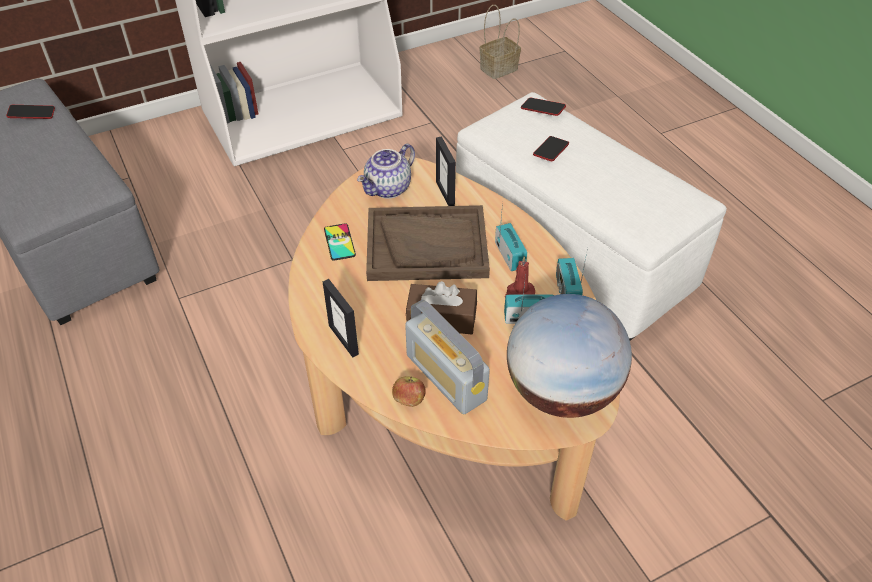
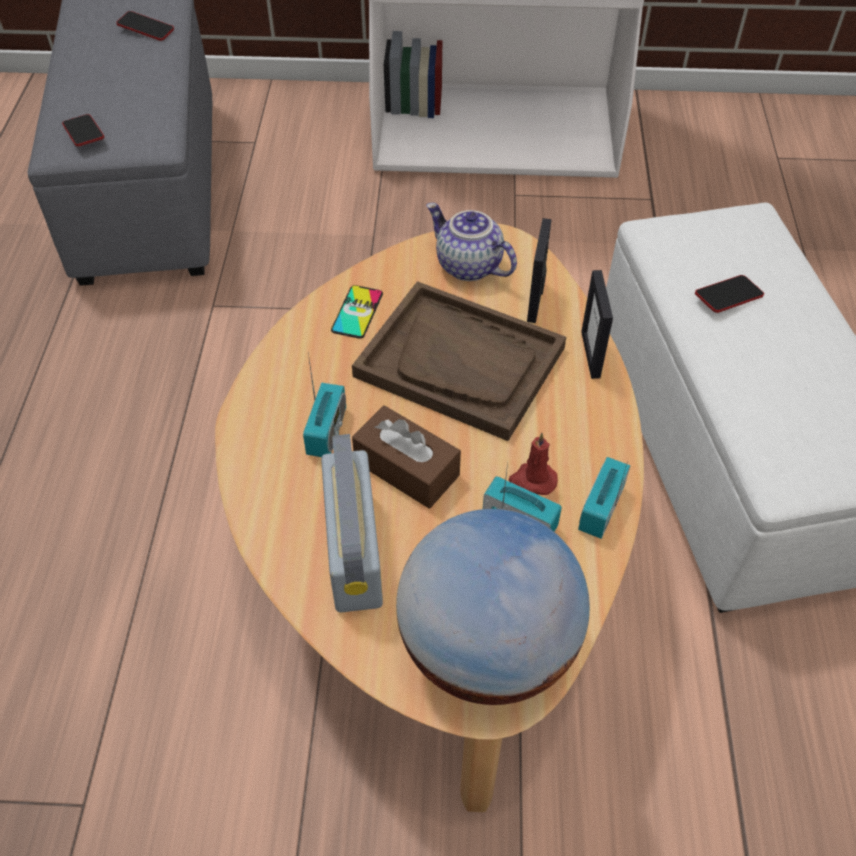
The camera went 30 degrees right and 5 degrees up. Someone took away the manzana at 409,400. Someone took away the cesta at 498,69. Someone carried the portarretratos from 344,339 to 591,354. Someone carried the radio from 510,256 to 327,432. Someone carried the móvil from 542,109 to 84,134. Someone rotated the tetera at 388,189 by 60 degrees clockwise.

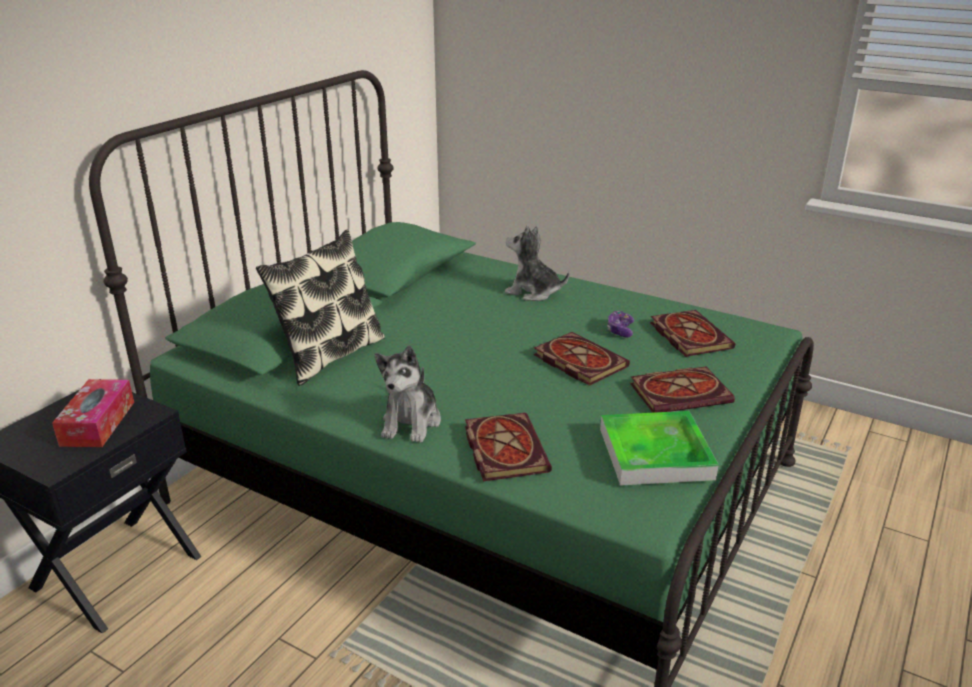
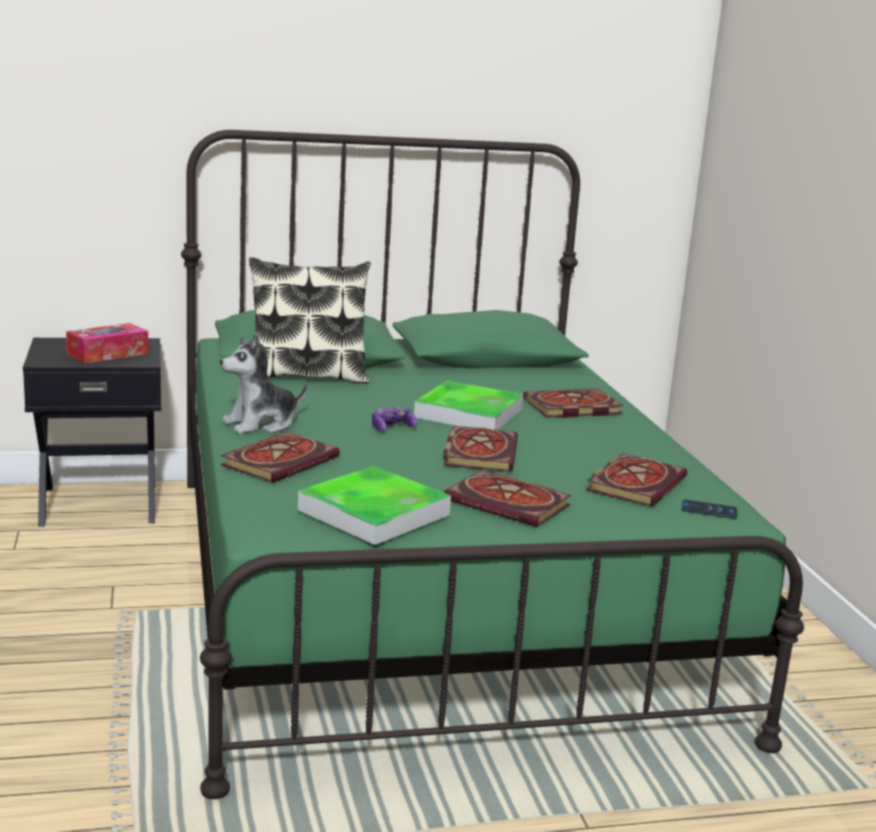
The camera went 45 degrees right and 10 degrees down. Someone put down the bandeja at 468,413. Someone put down the móvil at 709,510. Someone carried the mando de consola from 620,330 to 392,427. Someone swapped the peluche at 533,292 for the libro at 571,408.

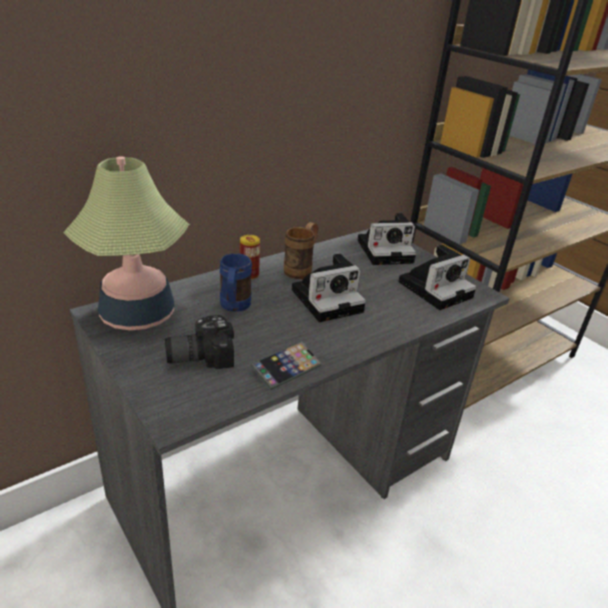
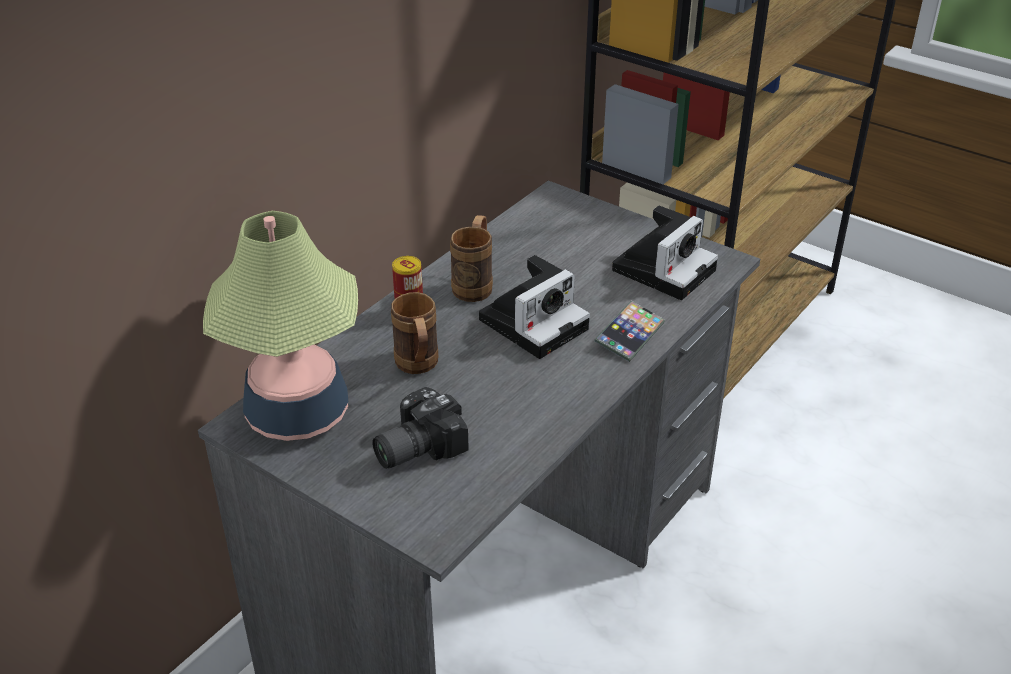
The camera went 15 degrees left and 5 degrees up. Someone took away the cámara at 386,251. Someone carried the móvil from 286,369 to 629,335. Someone repainted the taza grande/azul at 234,308, which became the taza grande/marrón at 418,368.

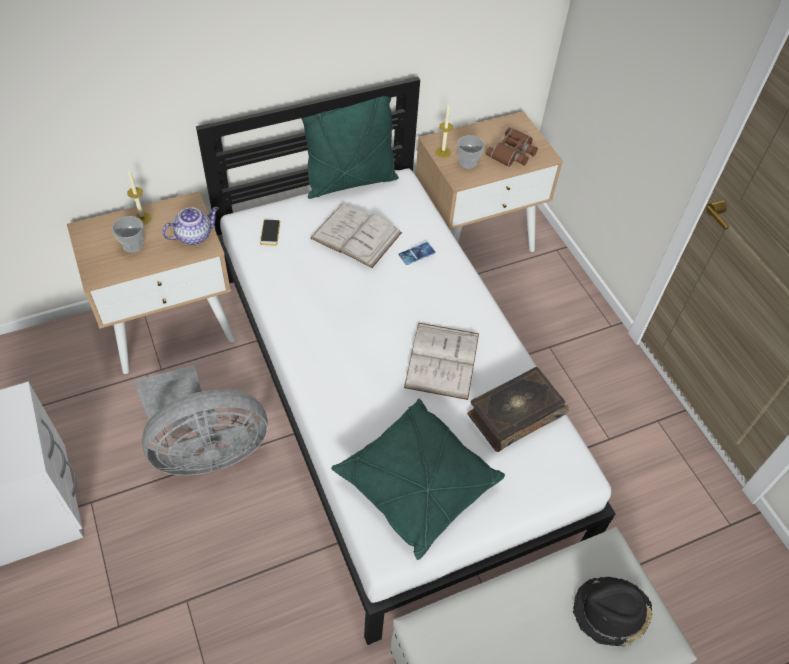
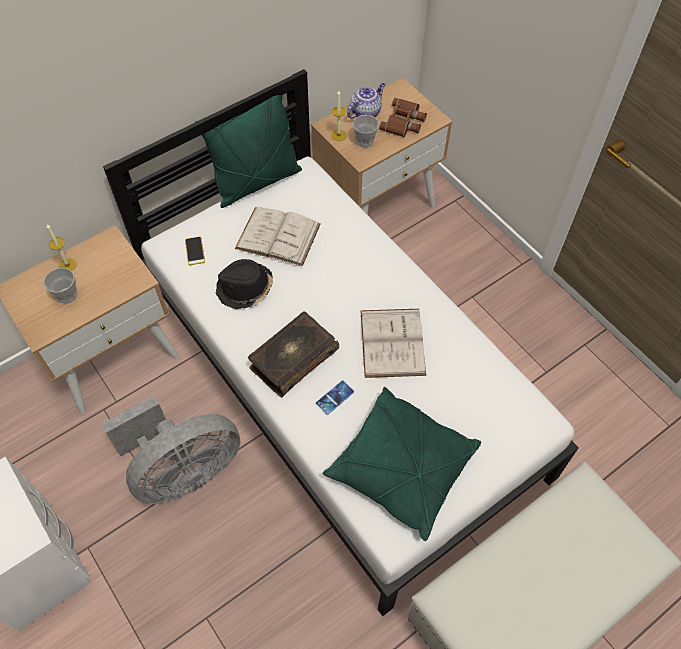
The camera went 10 degrees left and 5 degrees up. Someone carried the tetera from 194,235 to 365,112. Someone carried the móvil from 416,253 to 335,397. Someone carried the libro from 514,415 to 293,359. Someone carried the sombrero/negro from 610,614 to 245,289.

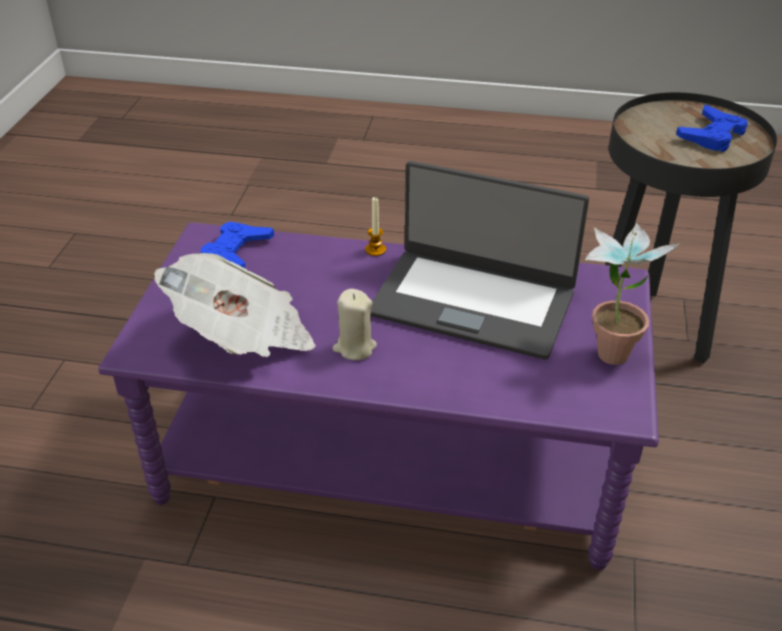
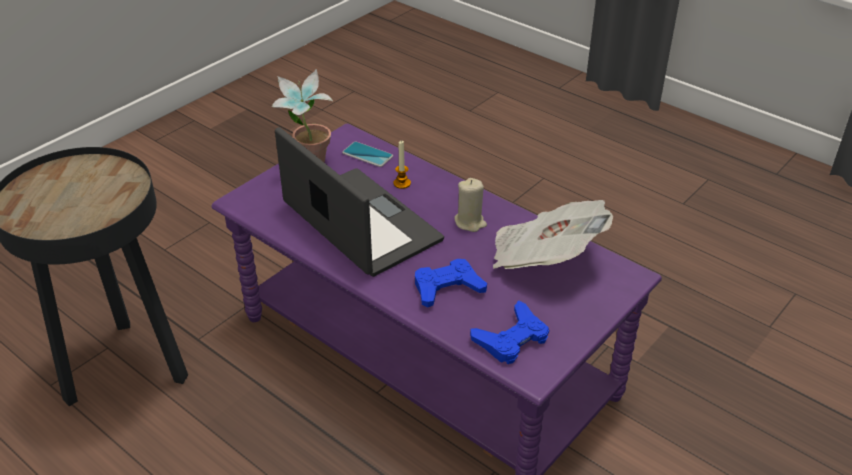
The camera went 150 degrees left and 0 degrees up. Someone put down the móvil at 367,155. Someone carried the vela from 375,250 to 402,183. Someone carried the mando de consola/azul from 712,135 to 447,288.

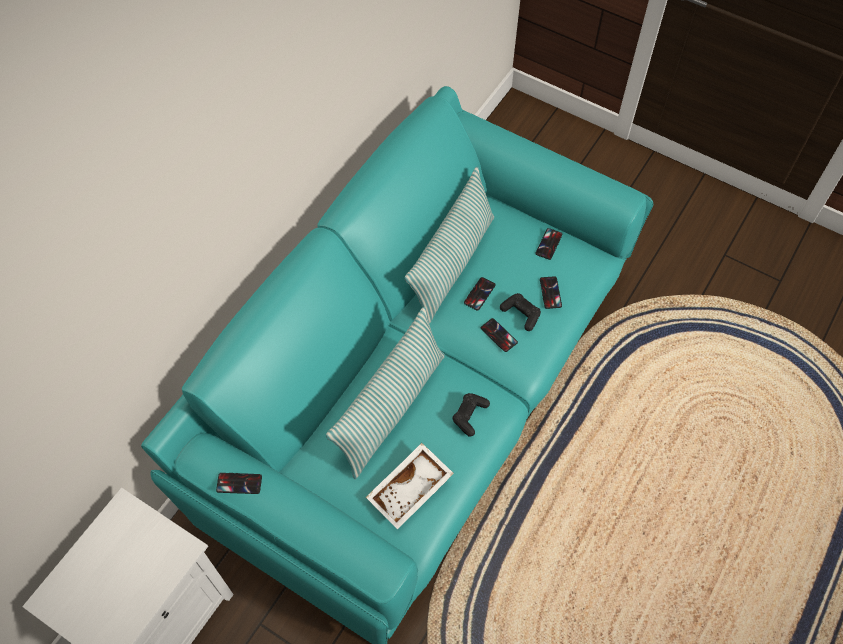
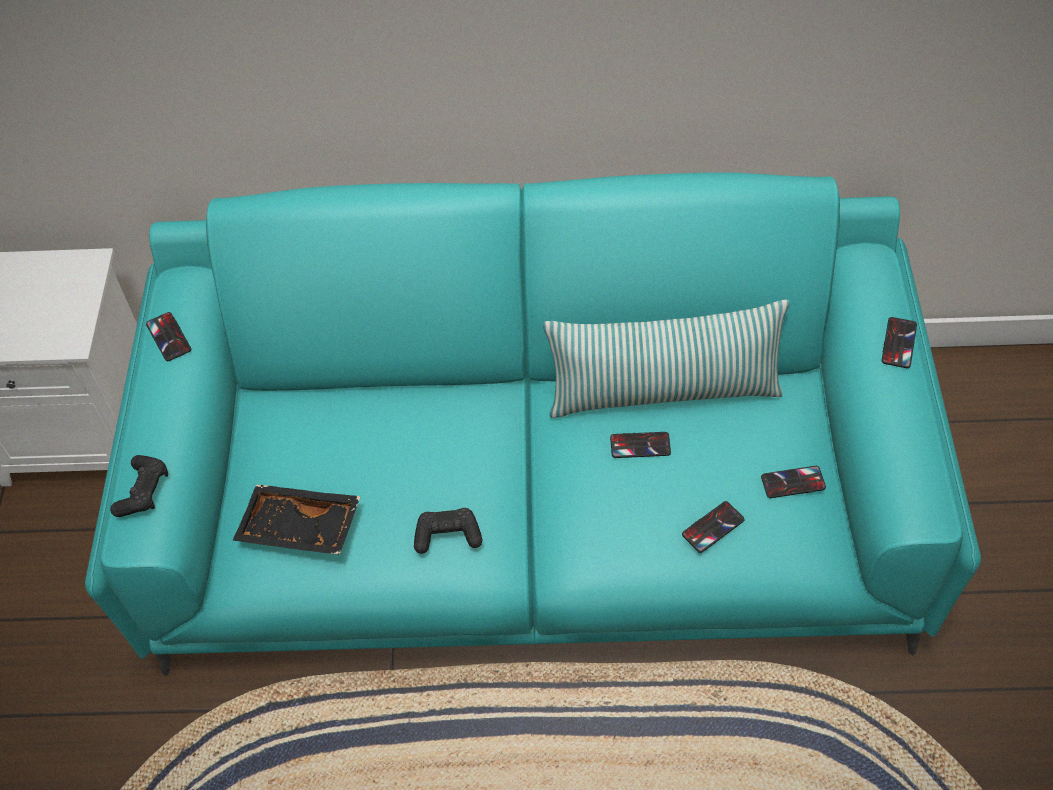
The camera went 60 degrees right and 5 degrees down. Someone took away the cojín at 391,409. Someone carried the móvil from 498,335 to 898,343. Someone carried the mando de consola/negro from 521,314 to 143,491. Someone repainted the bandeja/blanco at 411,490, which became the bandeja/negro at 299,529.

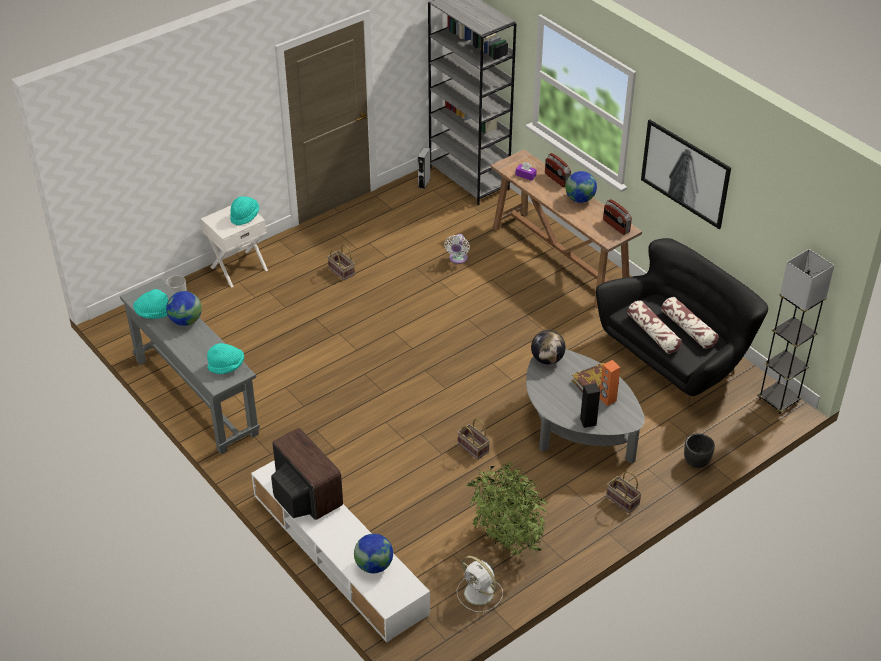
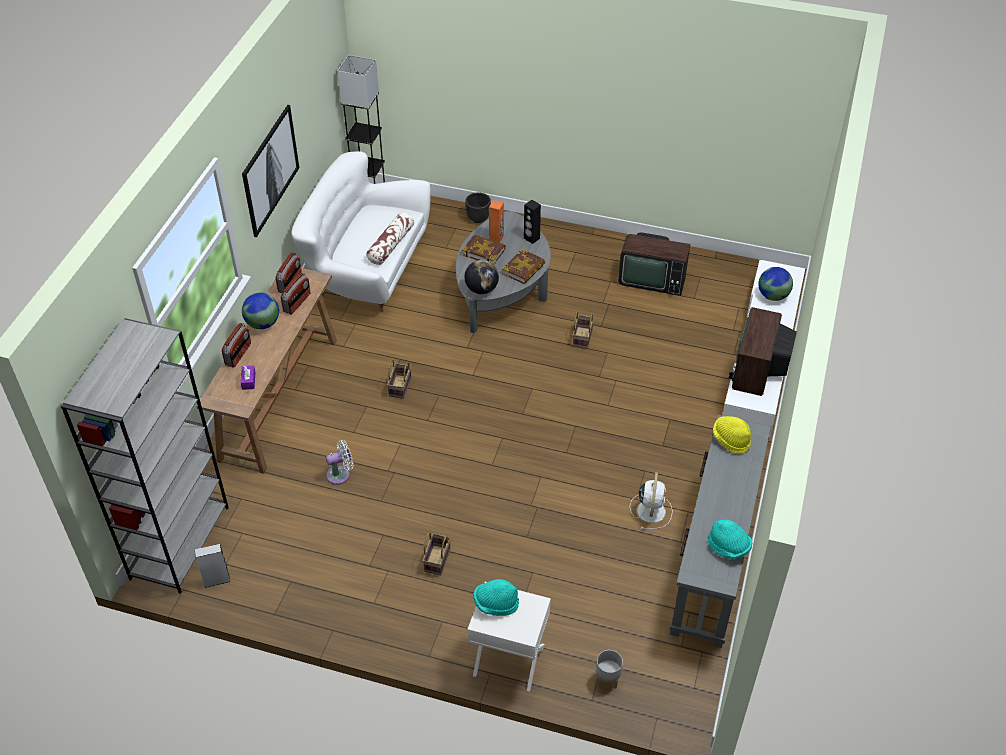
The camera went 125 degrees left and 5 degrees up. Someone took away the globo terráqueo at 186,321. Someone took away the cojín at 688,329. Someone put down the radio at 297,303. Someone put down the libro at 524,269. Someone carried the ventilador/blanco from 480,594 to 651,510. Someone carried the cesta from 621,500 to 400,387. Someone swapped the planta en maceta at 506,540 for the televisor at 651,278. Someone repainted the sombrero/turquesa at 226,366, which became the sombrero/amarillo at 731,440. Someone repainted the sofá/negro at 675,358, which became the sofá/blanco at 366,270.

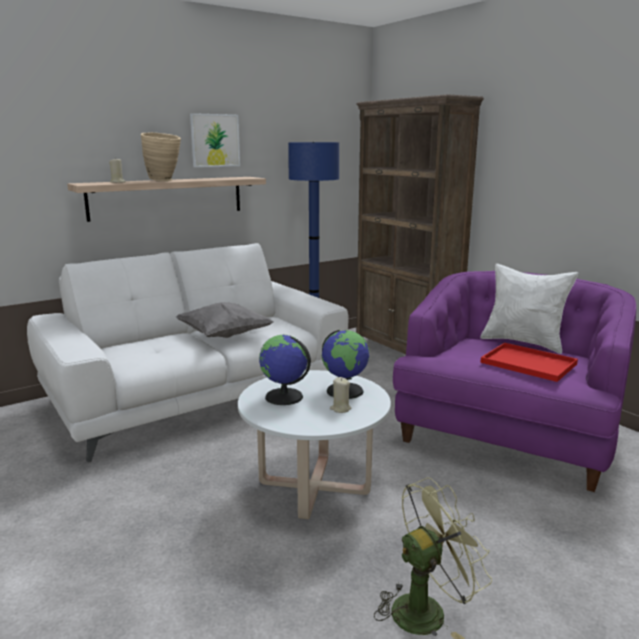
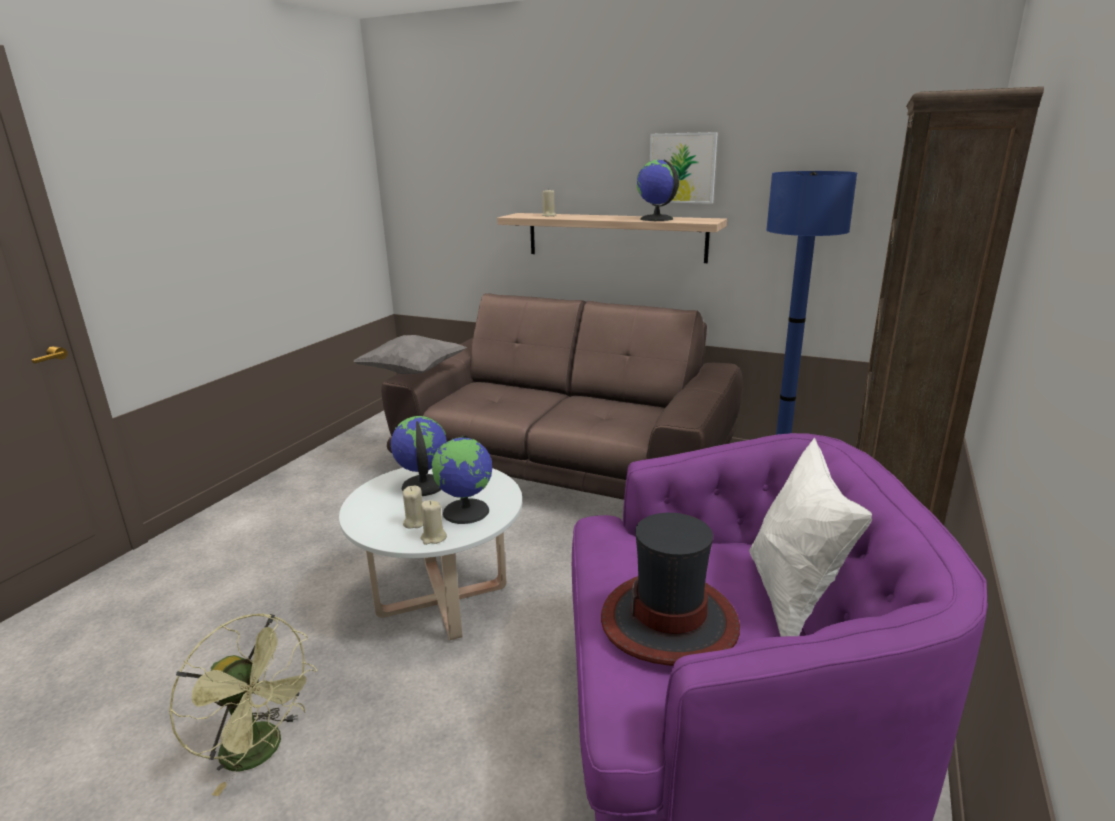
The camera went 60 degrees right and 5 degrees up. Someone took away the florero/beis at 164,181. Someone put down the vela/beis at 433,538. Someone put down the globo terráqueo at 656,219. Someone carried the cojín/gris from 224,335 to 413,372. Someone swapped the bandeja/rojo at 530,363 for the sombrero at 670,621. Someone repainted the sofá/blanco at 198,394, which became the sofá/marrón at 566,465.

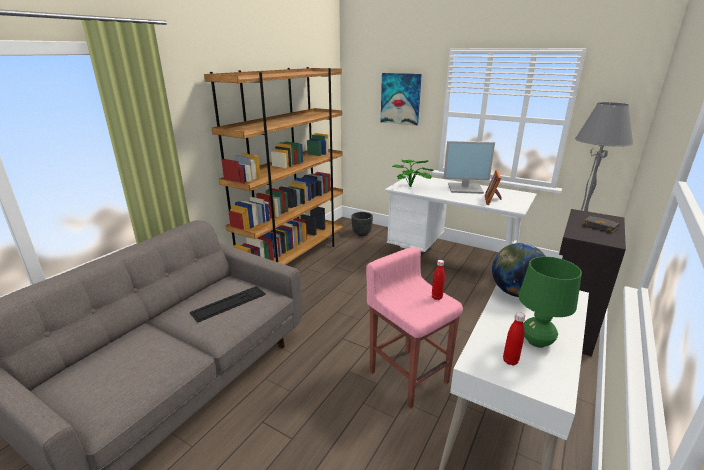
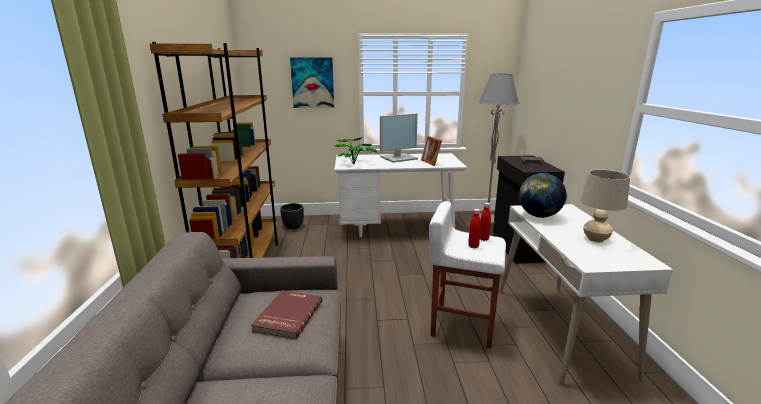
The camera went 35 degrees left and 5 degrees down. Someone carried the botella/rojo from 510,361 to 473,246. Someone swapped the teclado at 229,303 for the libro/rojo at 287,316. Someone repainted the taburete/rosa at 408,376, which became the taburete/blanco at 462,325. Someone repainted the lámpara de mesa/verde at 537,342, which became the lámpara de mesa/beis at 596,239.

